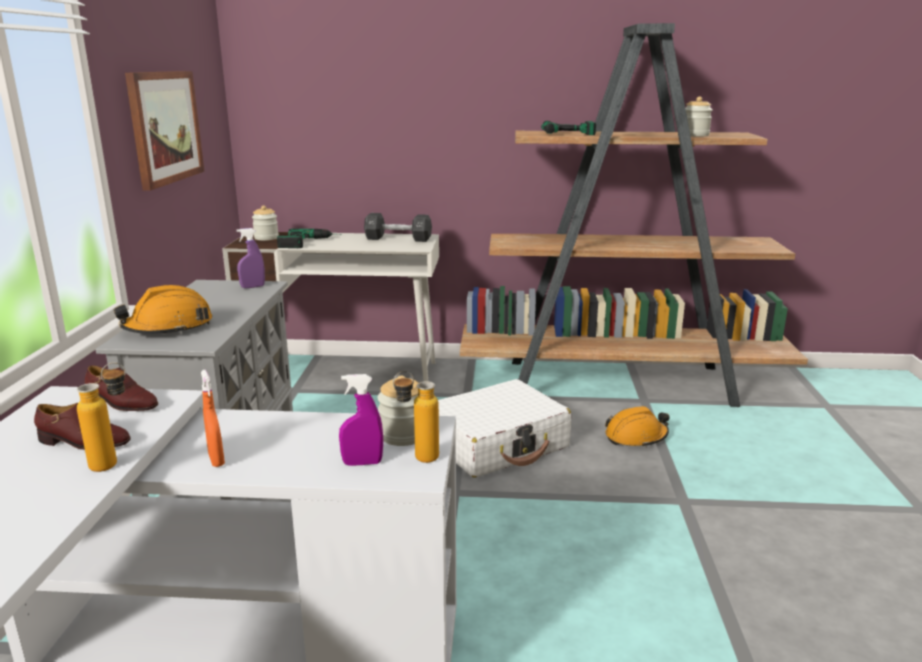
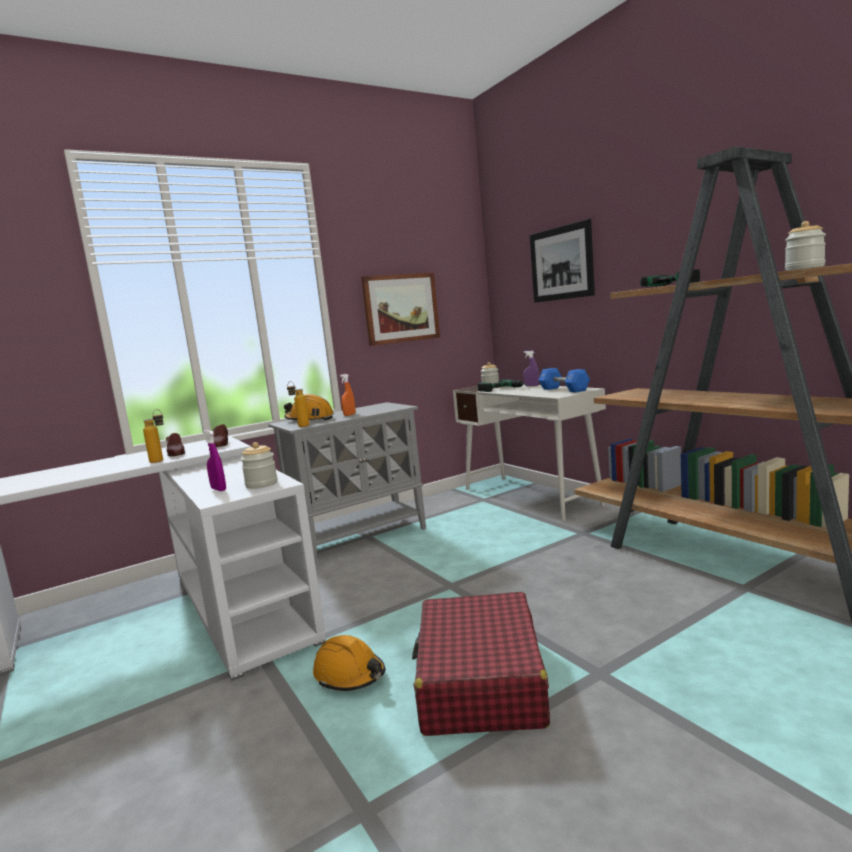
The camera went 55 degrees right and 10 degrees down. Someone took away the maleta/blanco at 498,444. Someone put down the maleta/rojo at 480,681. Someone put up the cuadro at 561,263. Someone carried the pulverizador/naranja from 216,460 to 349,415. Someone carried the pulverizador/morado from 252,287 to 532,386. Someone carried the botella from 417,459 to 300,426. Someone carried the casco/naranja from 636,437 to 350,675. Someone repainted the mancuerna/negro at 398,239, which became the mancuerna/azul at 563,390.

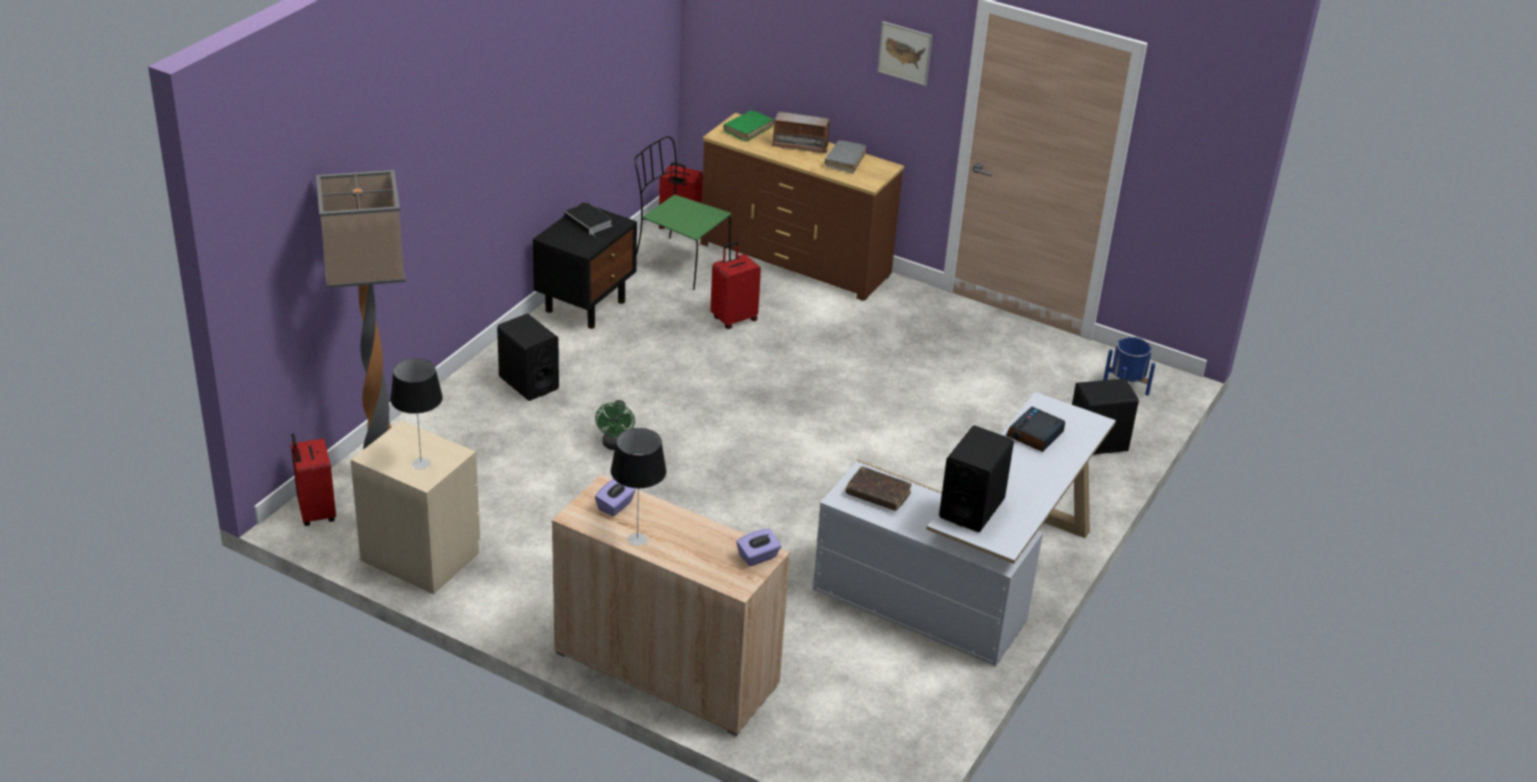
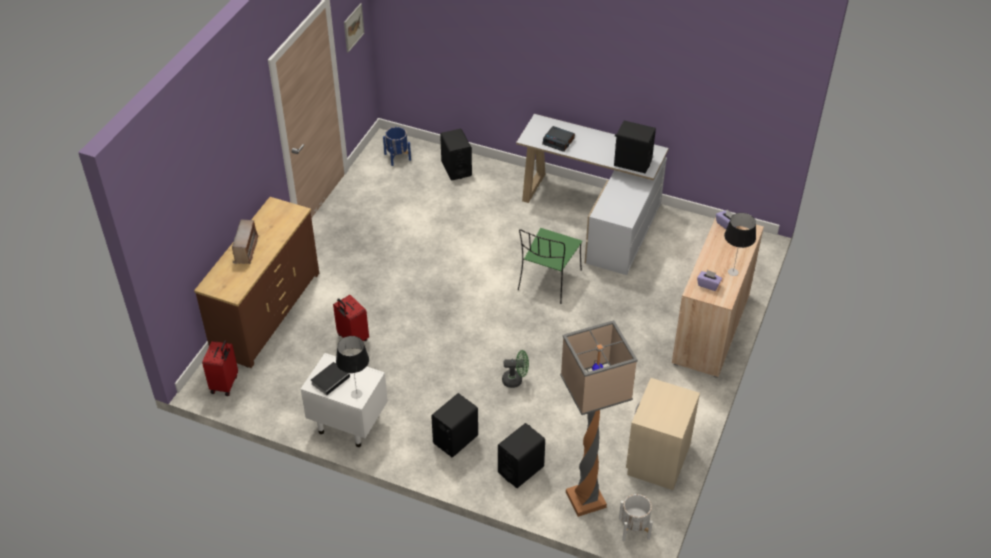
The camera went 95 degrees left and 10 degrees up. Someone took away the libro/verde at 748,130. Someone took away the libro/gris at 845,161. Someone took away the libro/marrón at 878,494. Someone put down the altavoz/negro at 521,469. Someone carried the lámpara de mesa from 420,463 to 356,394. Someone carried the silla/verde from 679,263 to 549,281. Someone carried the cuadro from 905,53 to 353,27. Someone swapped the maleta/rojo at 315,513 for the maceta/blanco at 634,528. Someone repainted the mesita de noche/negro at 586,305, which became the mesita de noche/blanco at 347,423.

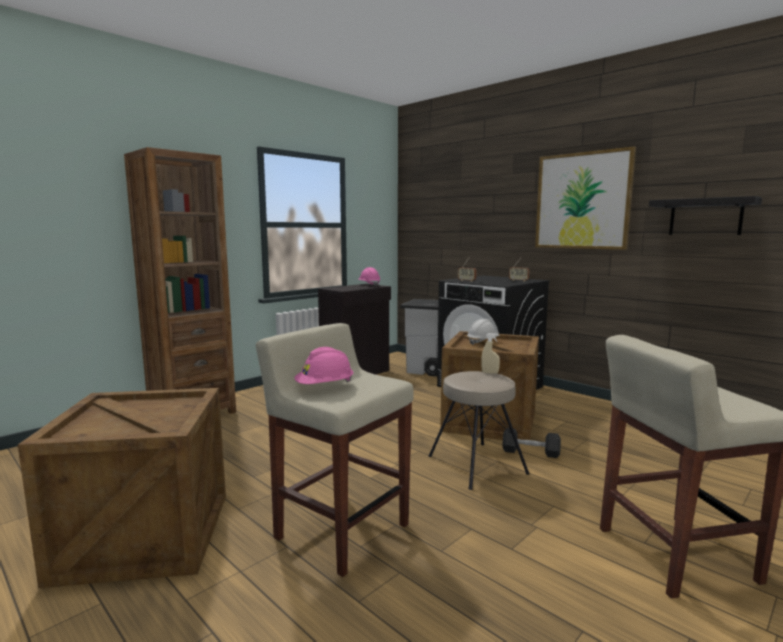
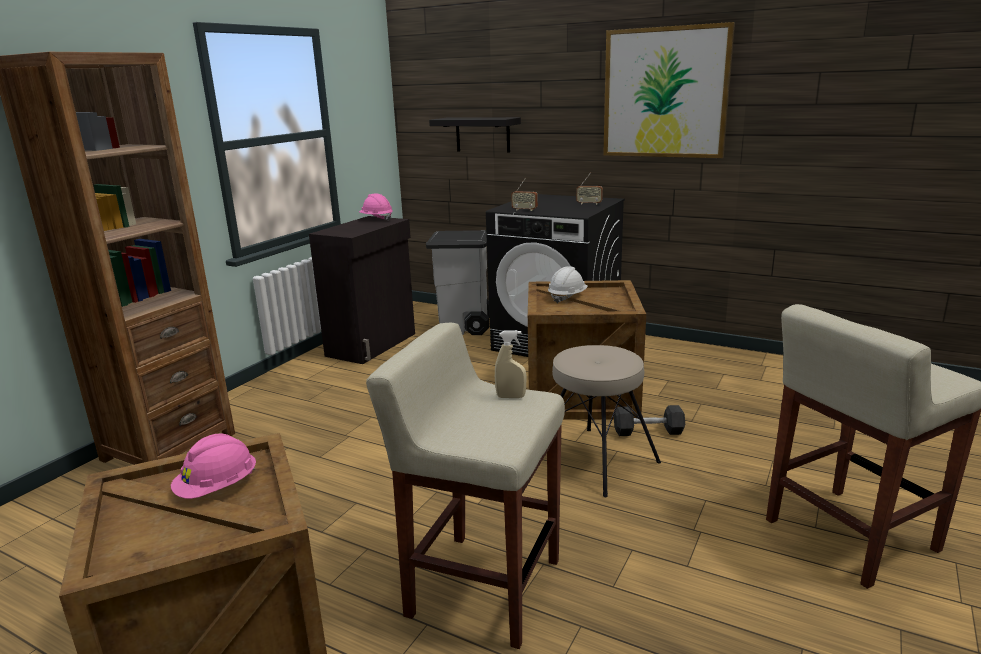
The camera went 15 degrees left and 10 degrees up. Someone carried the casco/rosa from 325,387 to 218,489. Someone carried the pulverizador/beis from 490,373 to 511,397. Someone carried the estante/negro from 705,217 to 482,134.

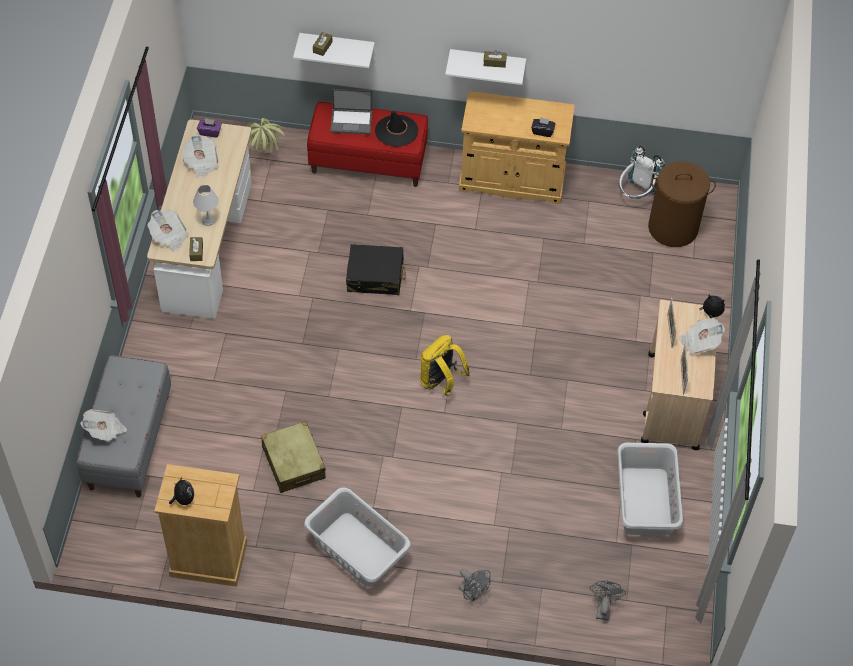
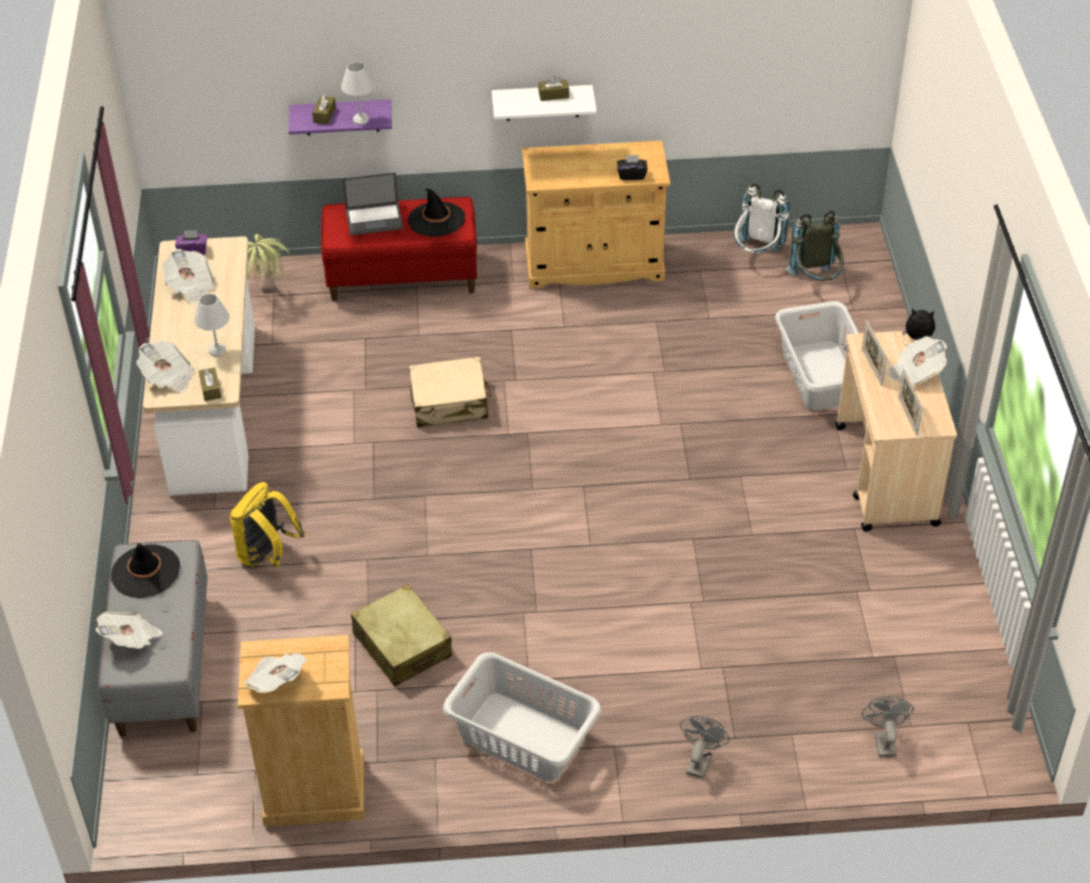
The camera went 10 degrees left and 10 degrees down. Someone put down the sombrero/negro at 145,572. Someone put down the lámpara de mesa/blanco at 360,120. Someone carried the mochila/amarillo from 440,382 to 267,555. Someone carried the cesto de la ropa/gris from 644,502 to 821,376. Someone swapped the peluche at 183,499 for the periódico at 276,681. Someone swapped the cesto de la ropa/marrón at 673,227 for the mochila/gris at 816,281. Someone repainted the estante/blanco at 337,47, which became the estante/morado at 341,117. Someone repainted the maleta/negro at 375,276, which became the maleta/beis at 450,403. Someone rotated the ventilador/gris at 473,594 by 105 degrees counterclockwise.

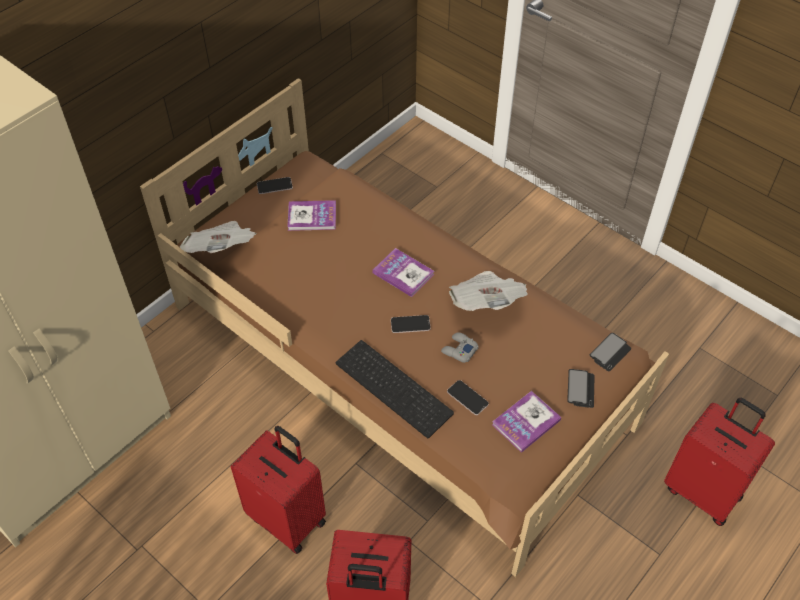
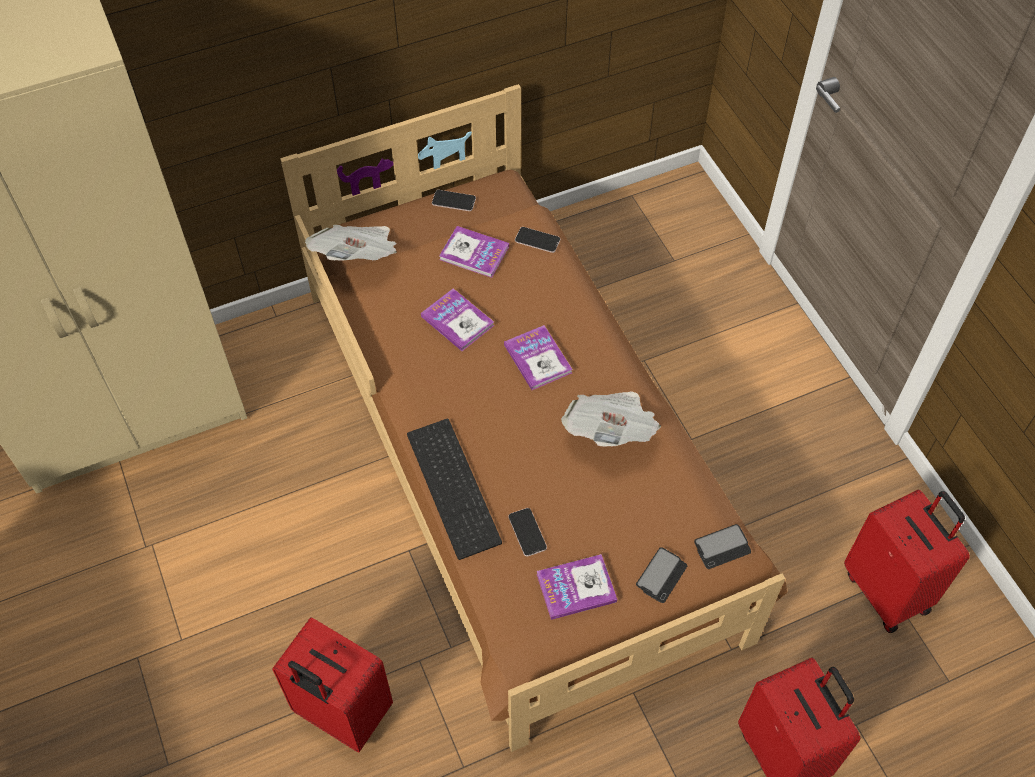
The camera went 25 degrees right and 5 degrees up. Someone took away the mando de consola/gris at 459,350. Someone put down the libro at 457,321. Someone carried the maleta/rojo from 288,518 to 888,590. Someone carried the móvil from 410,324 to 537,240.

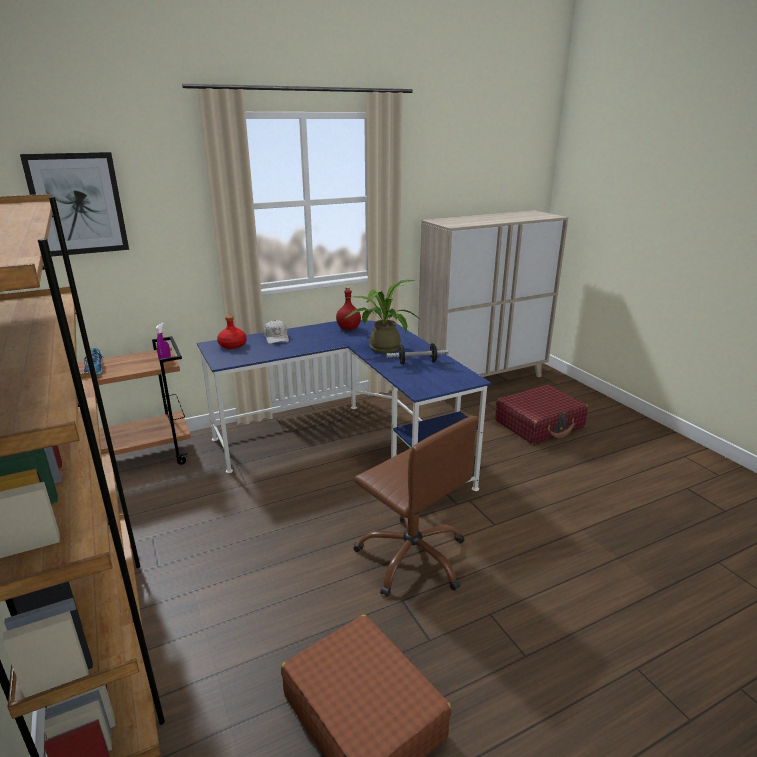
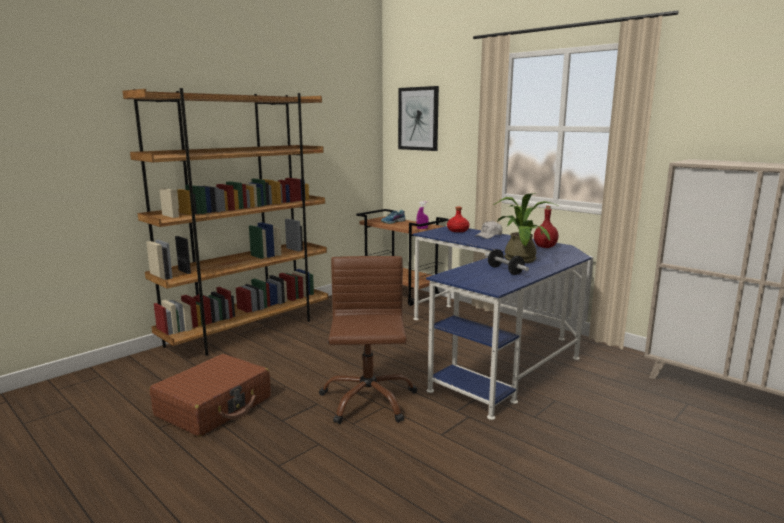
The camera went 70 degrees right and 10 degrees down. Someone took away the maleta/rojo at 539,424. Someone rotated the silla de oficina/marrón at 412,557 by 150 degrees clockwise.

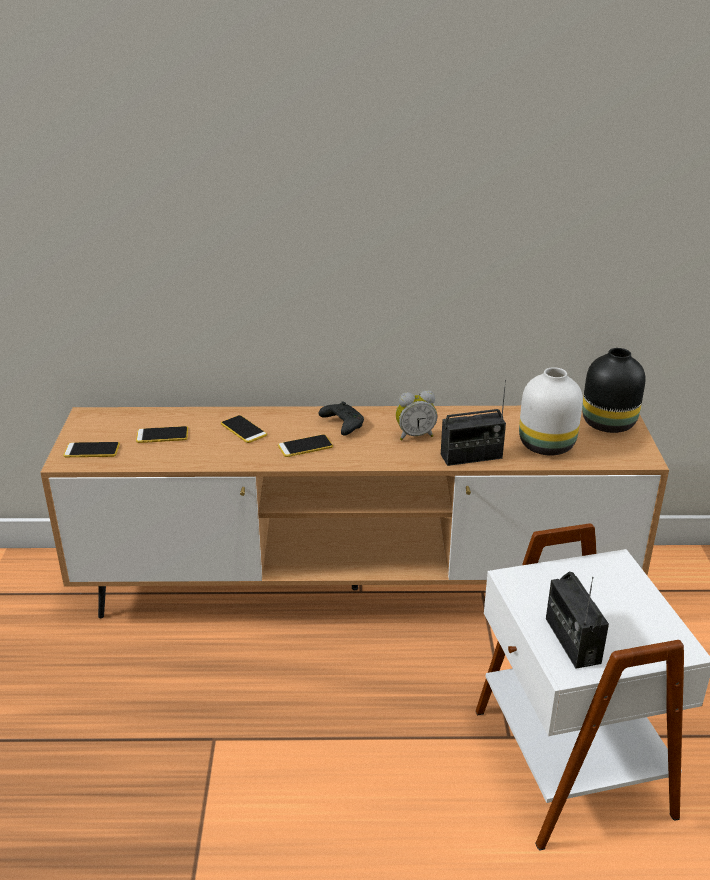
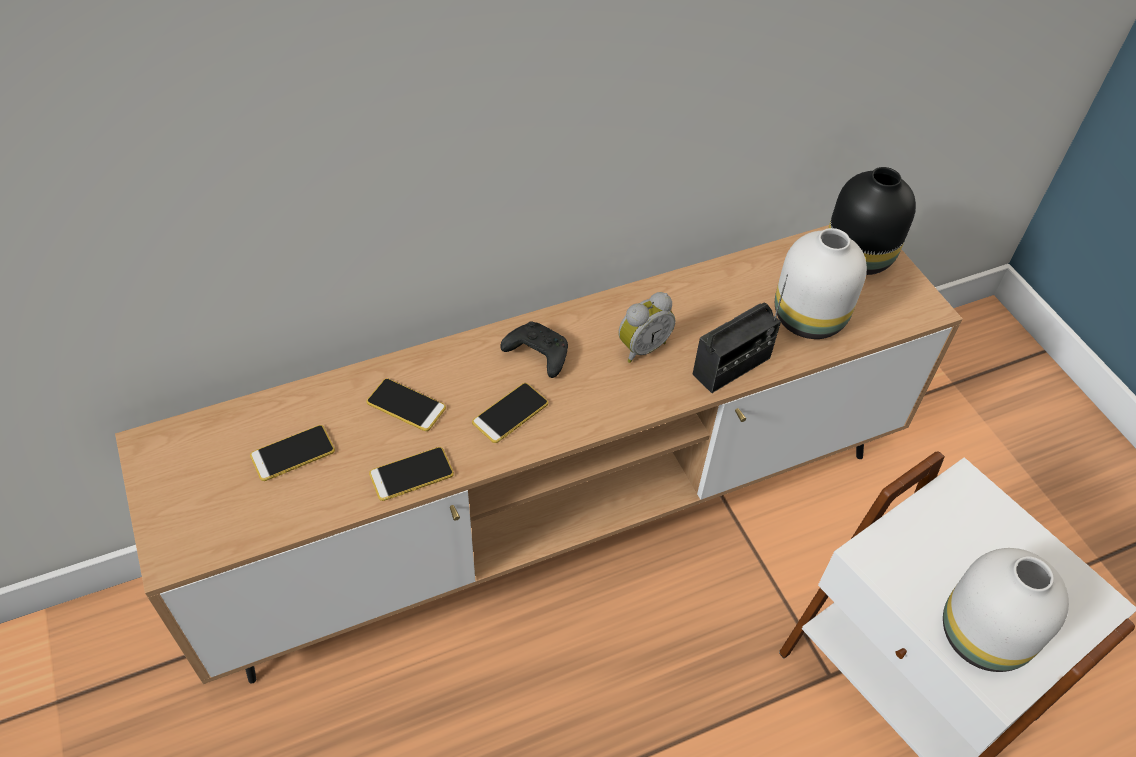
The camera went 25 degrees left and 20 degrees up. Someone carried the móvil from 92,450 to 411,474. Someone swapped the radio at 572,640 for the florero/blanco at 985,636.

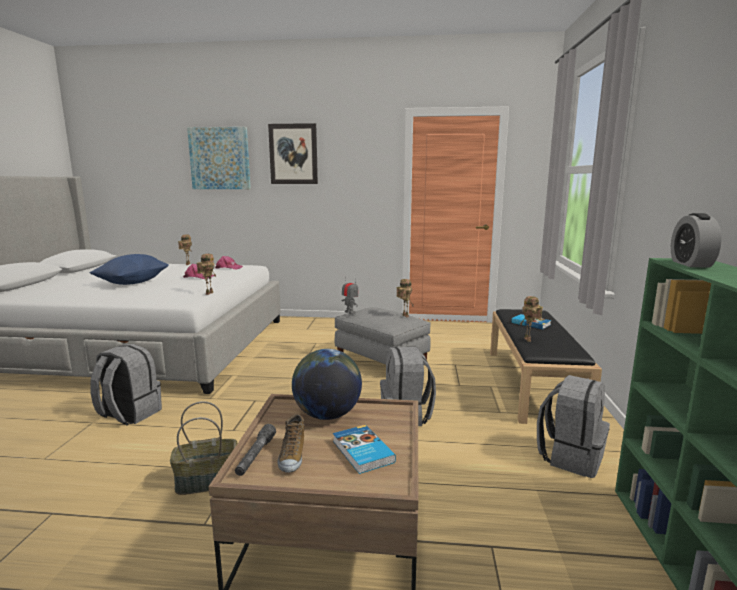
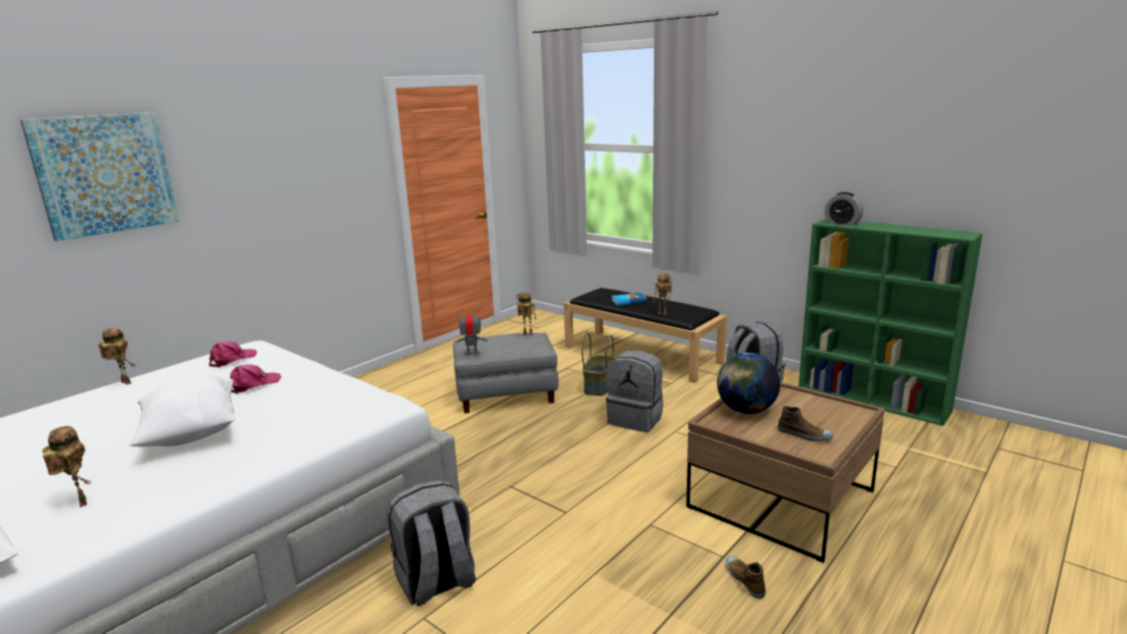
The camera went 55 degrees left and 5 degrees up. Someone took away the linterna/gris at 255,456. Someone took away the cuadro at 293,154. Someone took away the libro at 362,452. Someone put down the zapato at 745,580. Someone carried the cesta from 208,481 to 598,386. Someone carried the robot de juguete from 209,293 to 80,502. Someone repainted the cojín/azul at 132,283, which became the cojín/blanco at 191,433.

